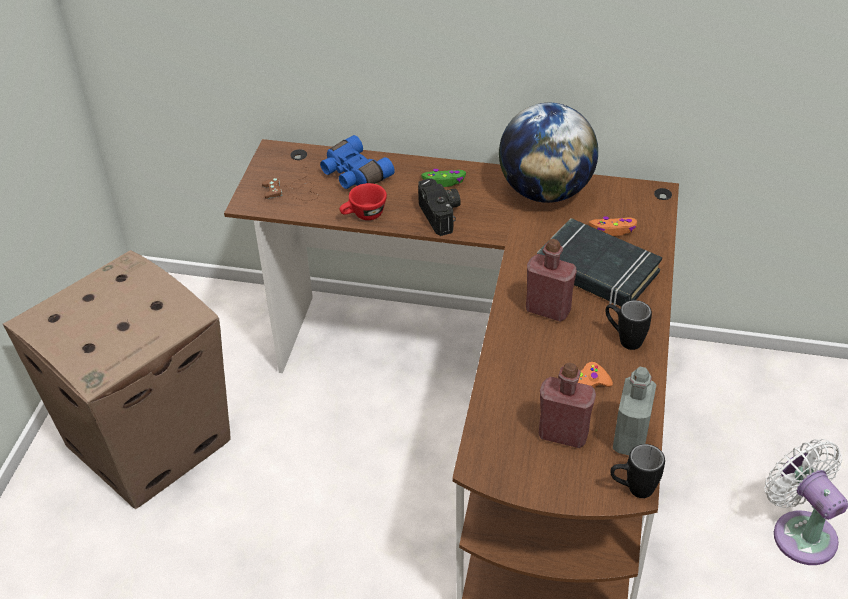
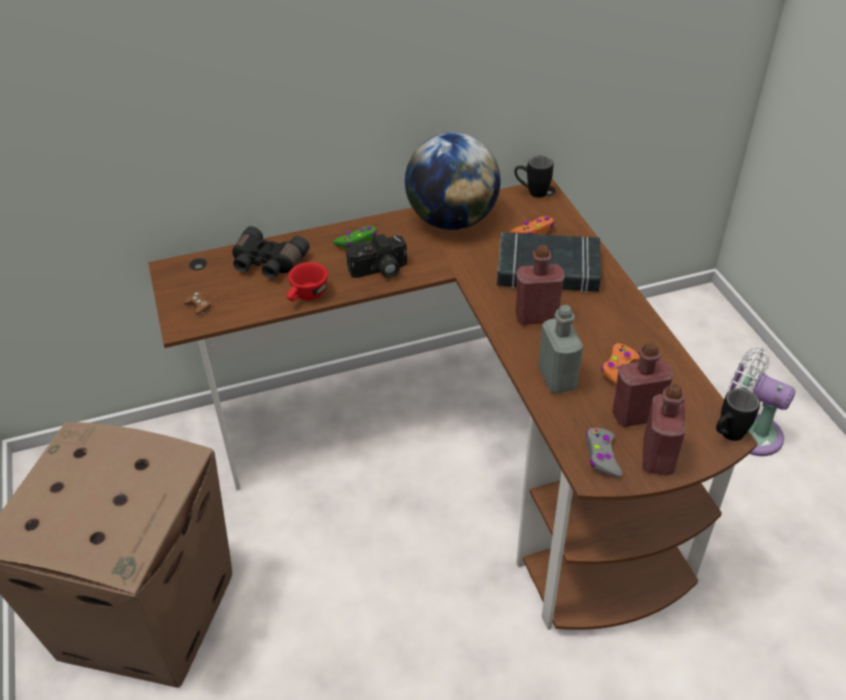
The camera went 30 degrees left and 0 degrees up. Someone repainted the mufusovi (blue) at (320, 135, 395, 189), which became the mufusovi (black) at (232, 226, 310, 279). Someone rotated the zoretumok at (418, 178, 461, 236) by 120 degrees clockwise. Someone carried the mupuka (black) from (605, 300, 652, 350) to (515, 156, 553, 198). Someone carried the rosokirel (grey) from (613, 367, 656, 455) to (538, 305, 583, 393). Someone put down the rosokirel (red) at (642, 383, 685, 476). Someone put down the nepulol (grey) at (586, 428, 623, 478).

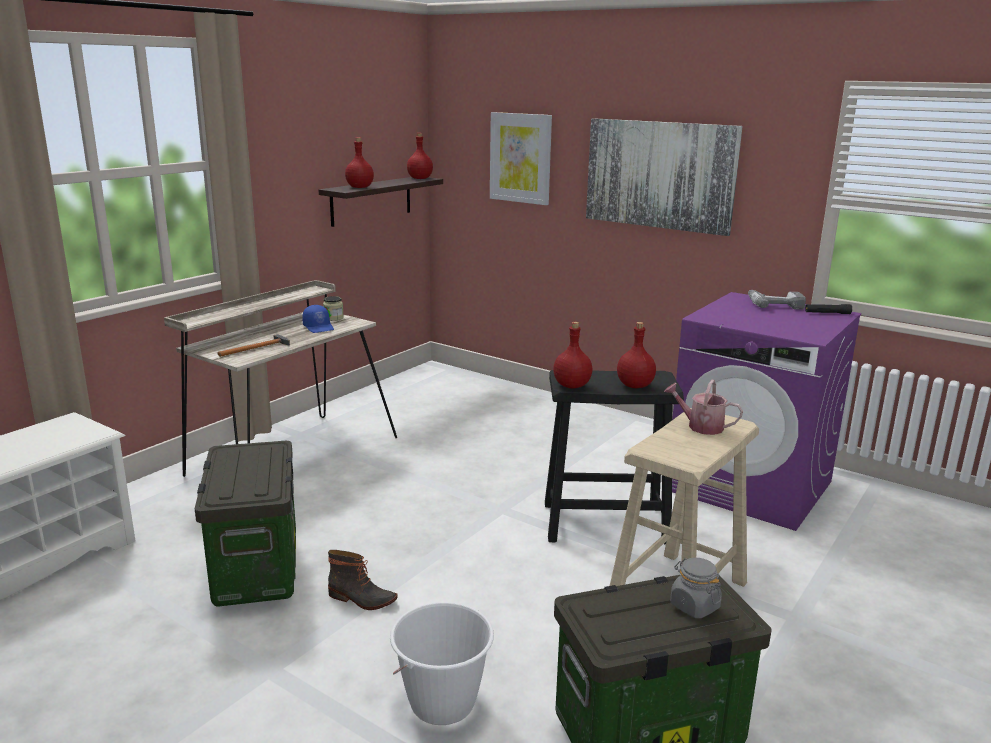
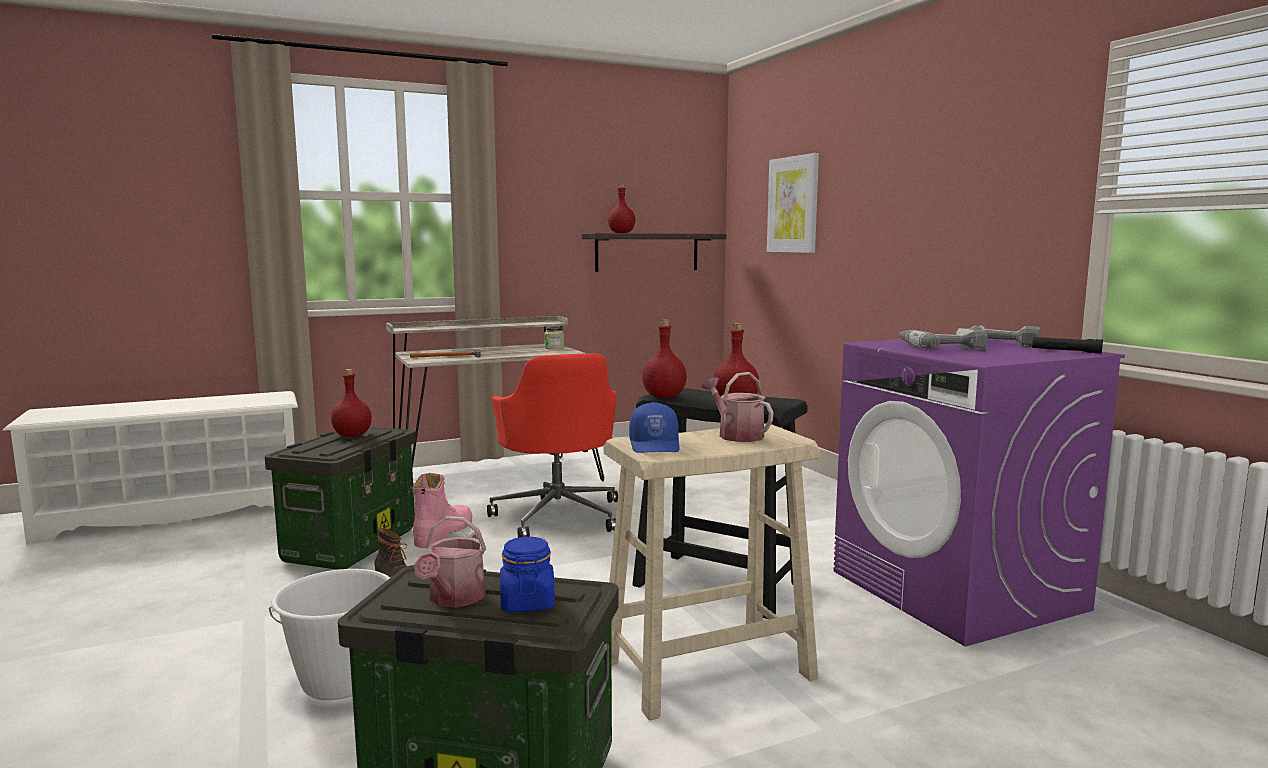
The camera went 30 degrees right and 10 degrees down. Someone took away the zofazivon at (586, 118, 743, 236). Someone carried the rosokirel (red) from (407, 133, 433, 179) to (331, 369, 372, 437). Someone carried the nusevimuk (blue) from (302, 305, 334, 333) to (629, 402, 680, 453). Someone repainted the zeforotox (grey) at (670, 558, 722, 619), which became the zeforotox (blue) at (500, 537, 555, 612). Someone put down the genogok at (900, 328, 988, 350). Someone put down the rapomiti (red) at (487, 353, 618, 538). Someone put down the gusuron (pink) at (412, 473, 472, 548). Someone put down the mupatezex at (414, 516, 486, 607).

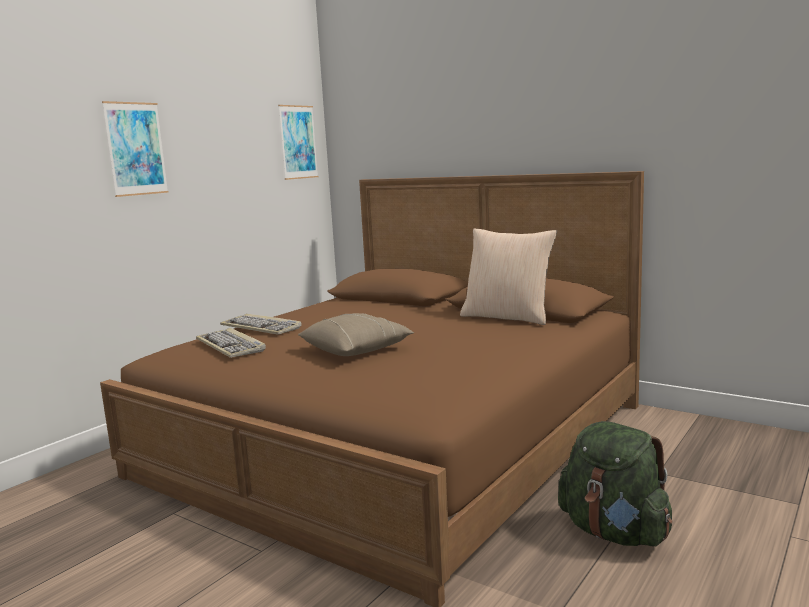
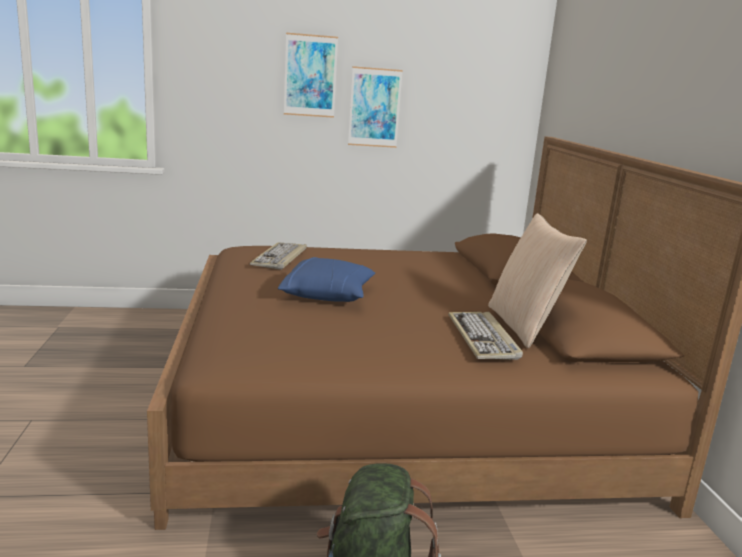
The camera went 45 degrees right and 5 degrees up. Someone carried the zofazivon from (278, 105, 318, 180) to (348, 66, 403, 148). Someone repainted the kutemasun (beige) at (298, 313, 414, 356), which became the kutemasun (blue) at (278, 257, 375, 302). Someone carried the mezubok from (220, 314, 302, 335) to (448, 312, 523, 360).

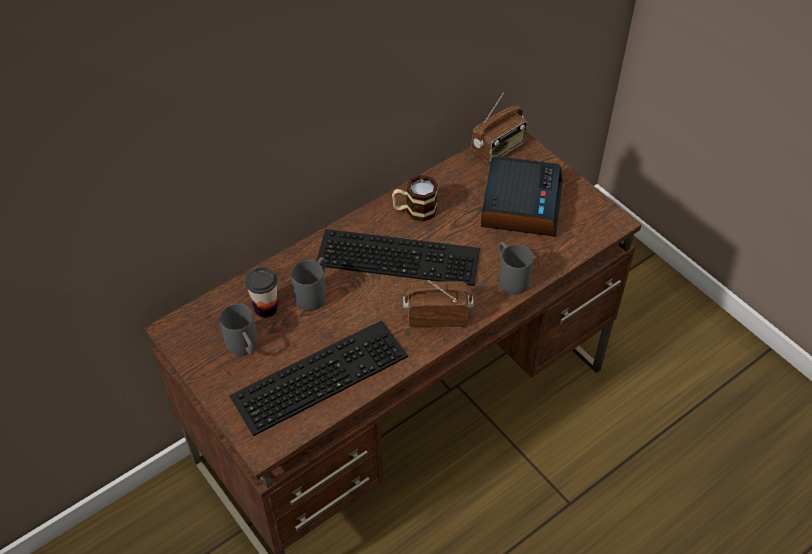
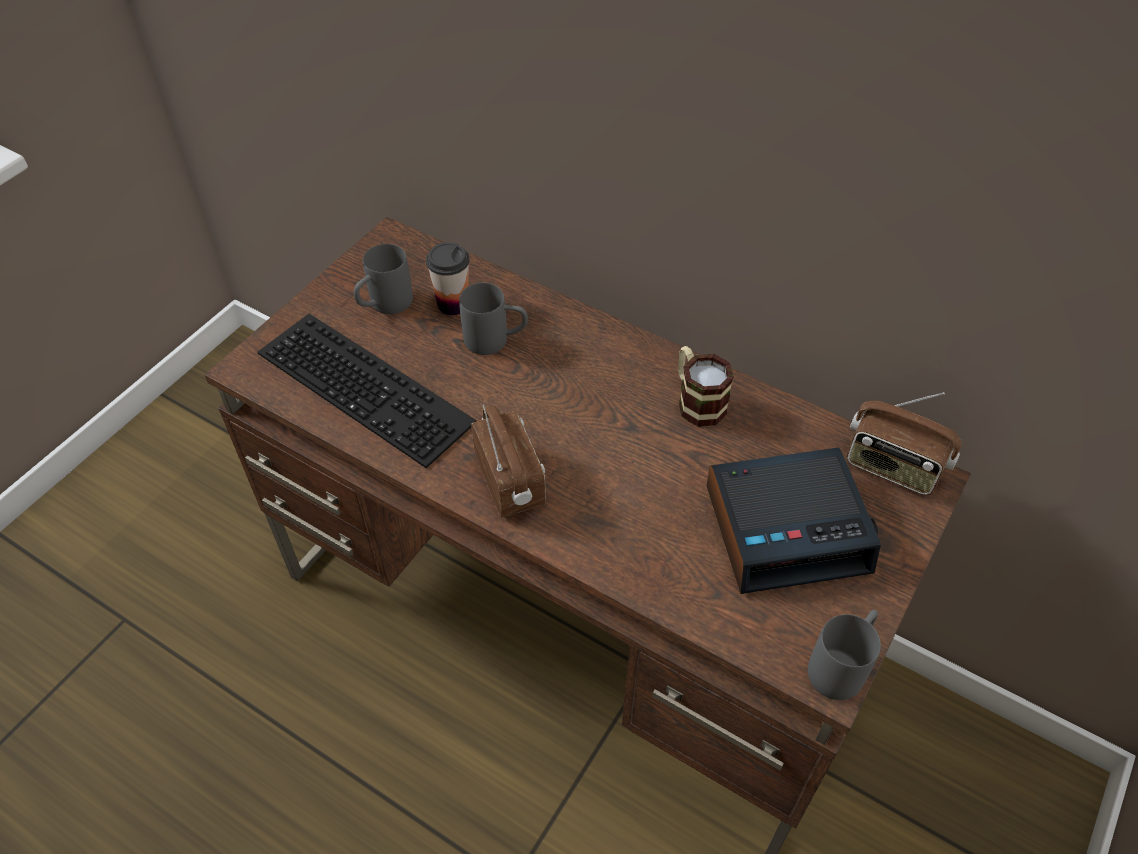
The camera went 70 degrees right and 0 degrees up. Someone took away the mezubok at (316, 229, 480, 286). Someone carried the mupuka (grey) from (498, 241, 534, 294) to (808, 610, 881, 700).

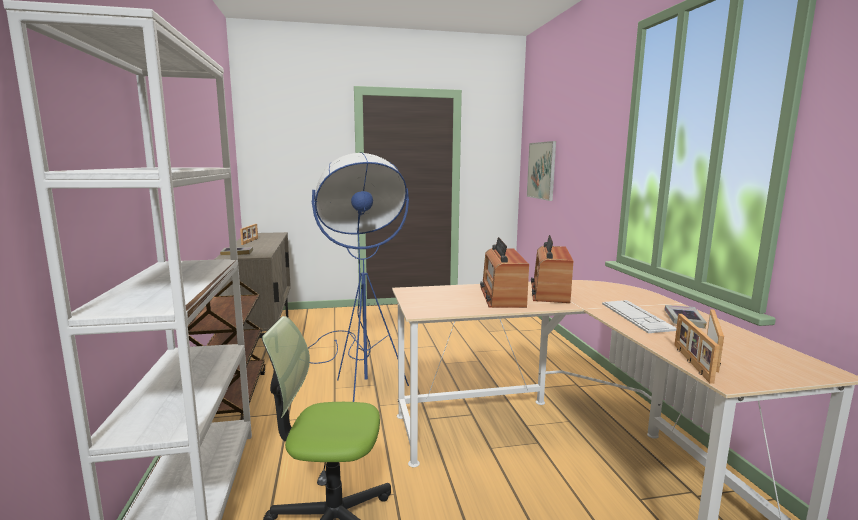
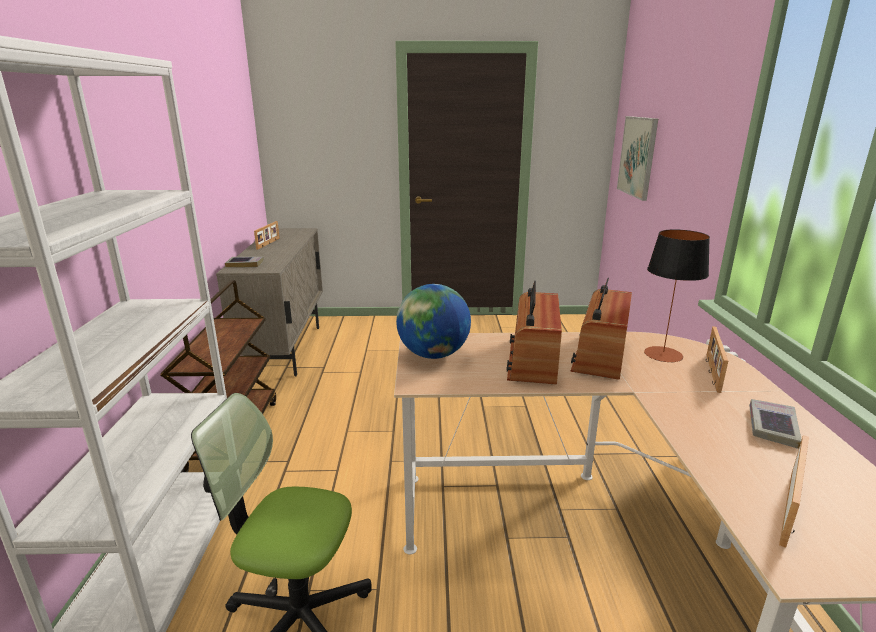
The camera went 10 degrees right and 10 degrees up. Someone took away the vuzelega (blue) at (308, 152, 409, 402). Someone took away the mezubok at (602, 300, 676, 333). Someone carried the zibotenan from (674, 314, 720, 384) to (707, 326, 728, 393). Someone put down the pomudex at (644, 229, 710, 362). Someone put down the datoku at (396, 284, 471, 359).

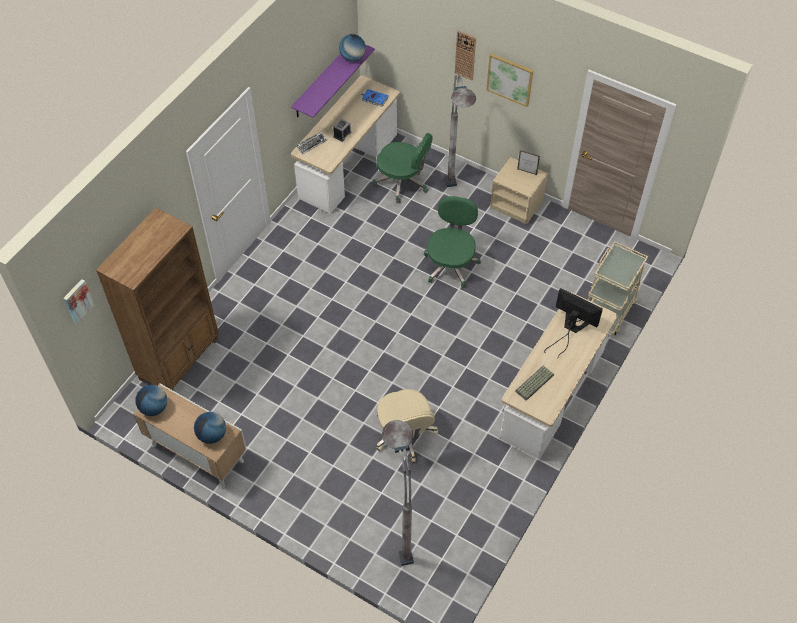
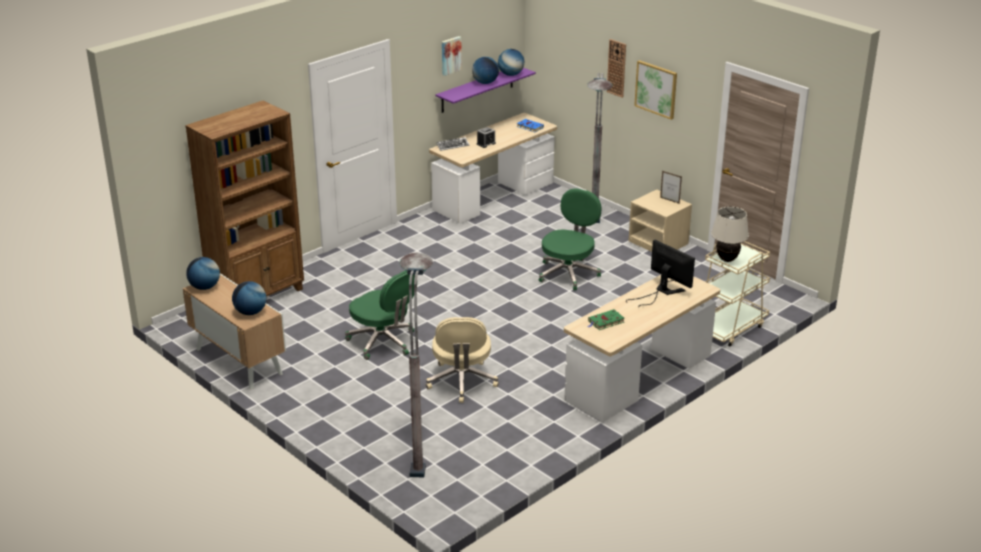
The camera went 15 degrees right and 25 degrees down. Someone carried the rapomiti (green) from (372, 133, 433, 203) to (345, 270, 415, 360). Someone carried the zofazivon from (63, 279, 95, 324) to (442, 36, 462, 76). Someone swapped the mezubok at (515, 366, 554, 401) for the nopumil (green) at (588, 309, 624, 330). Someone put down the datoku at (472, 57, 499, 84). Someone put down the pomudex (beige) at (711, 206, 749, 262).

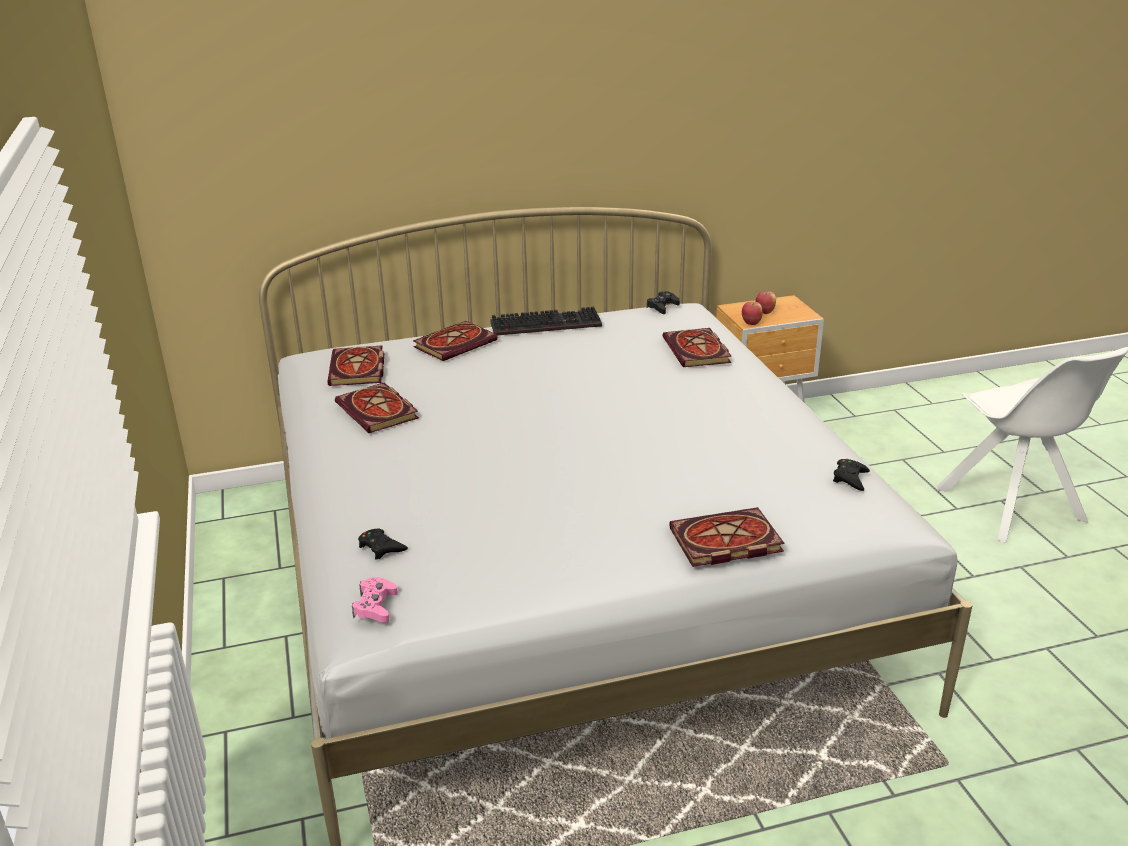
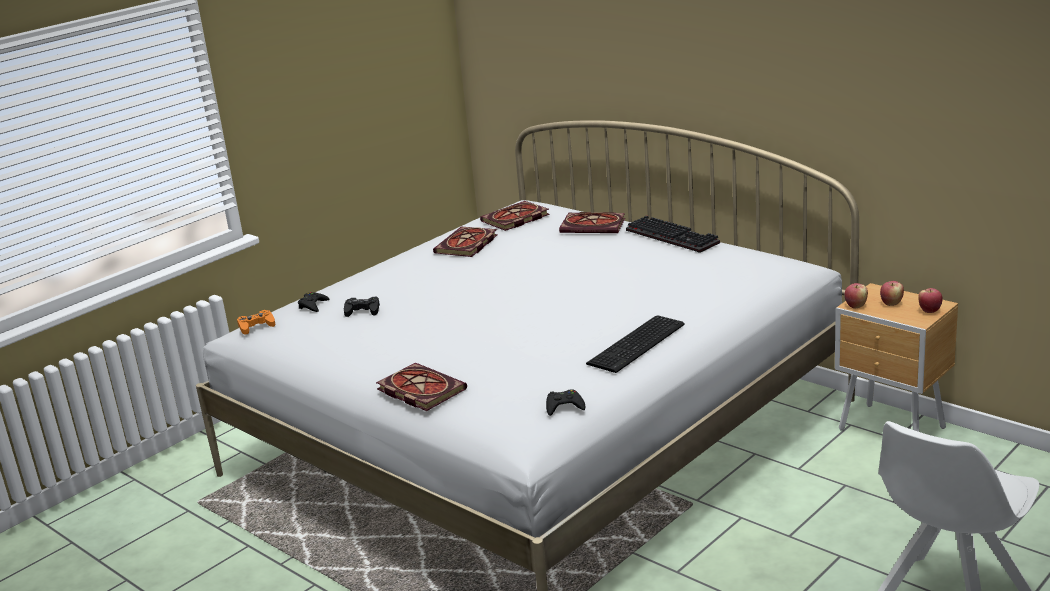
The camera went 60 degrees right and 5 degrees down. Someone carried the nepulol (black) from (646, 291, 680, 314) to (344, 297, 380, 317). Someone took away the nopumil at (662, 328, 732, 367). Someone repainted the nepulol (pink) at (352, 577, 398, 623), which became the nepulol (orange) at (237, 310, 275, 335). Someone put down the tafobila at (918, 288, 942, 313). Someone put down the mezubok at (586, 315, 685, 373).

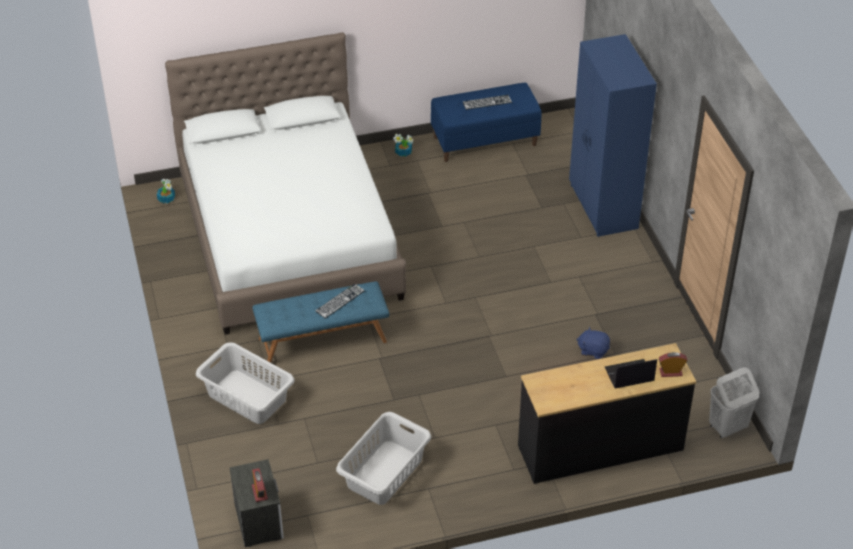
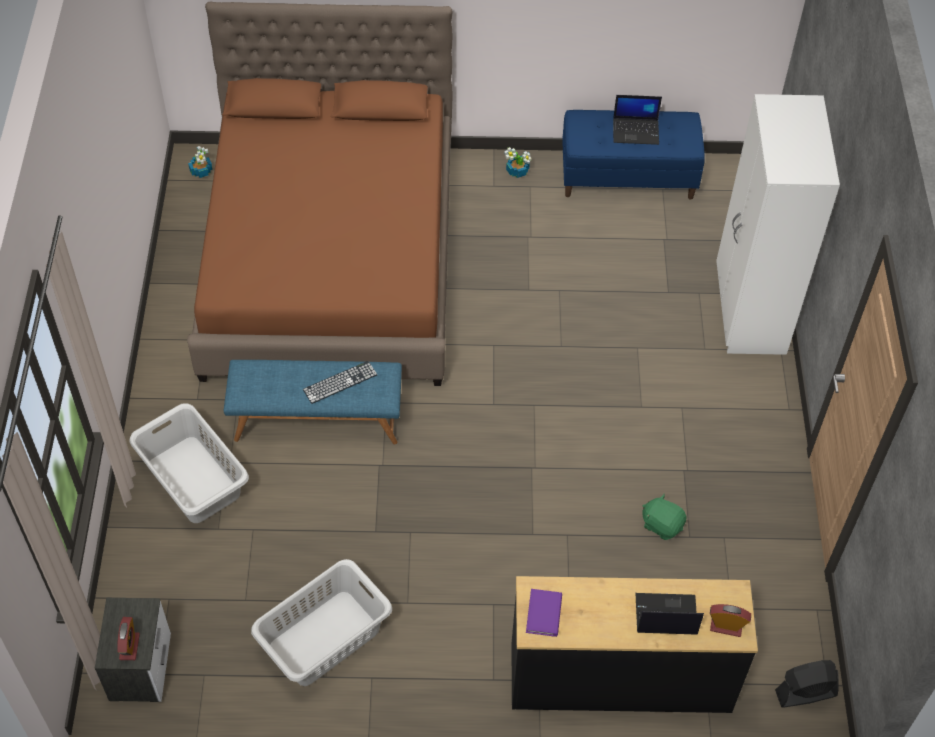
The camera went 15 degrees right and 10 degrees up. Someone repainted the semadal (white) at (165, 32, 406, 335), which became the semadal (brown) at (187, 1, 452, 386). Someone repainted the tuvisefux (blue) at (569, 34, 657, 237), which became the tuvisefux (white) at (716, 94, 840, 355). Someone swapped the mezubok at (462, 95, 512, 110) for the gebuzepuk at (613, 95, 662, 145). Someone repainted the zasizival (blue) at (576, 327, 610, 359), which became the zasizival (green) at (642, 494, 686, 540). Someone swapped the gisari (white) at (709, 367, 759, 438) for the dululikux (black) at (775, 660, 839, 708). Someone put down the nopumil (purple) at (526, 589, 562, 637).

